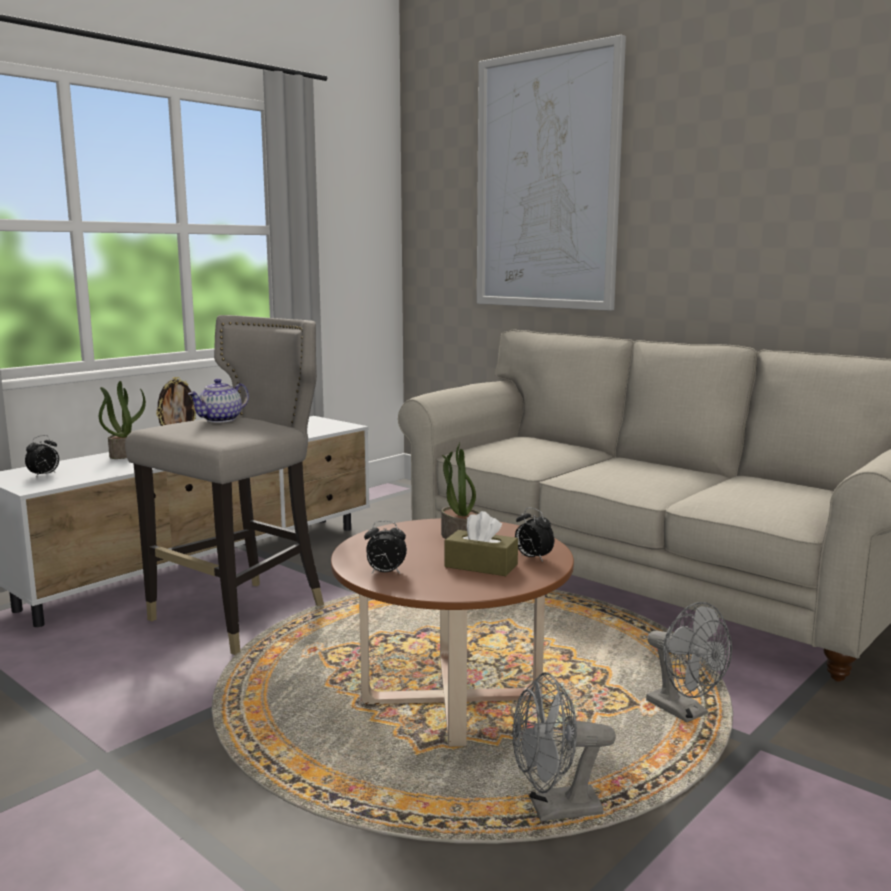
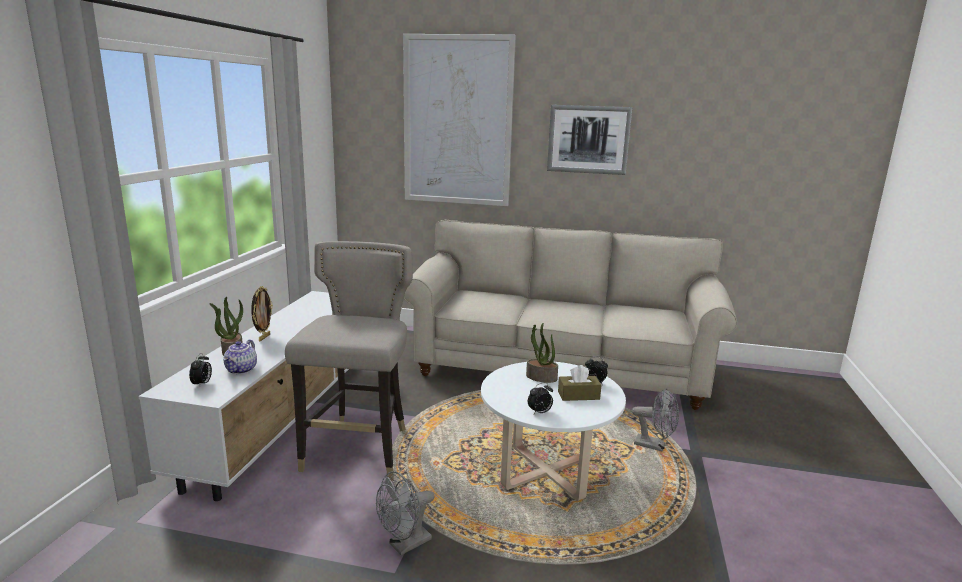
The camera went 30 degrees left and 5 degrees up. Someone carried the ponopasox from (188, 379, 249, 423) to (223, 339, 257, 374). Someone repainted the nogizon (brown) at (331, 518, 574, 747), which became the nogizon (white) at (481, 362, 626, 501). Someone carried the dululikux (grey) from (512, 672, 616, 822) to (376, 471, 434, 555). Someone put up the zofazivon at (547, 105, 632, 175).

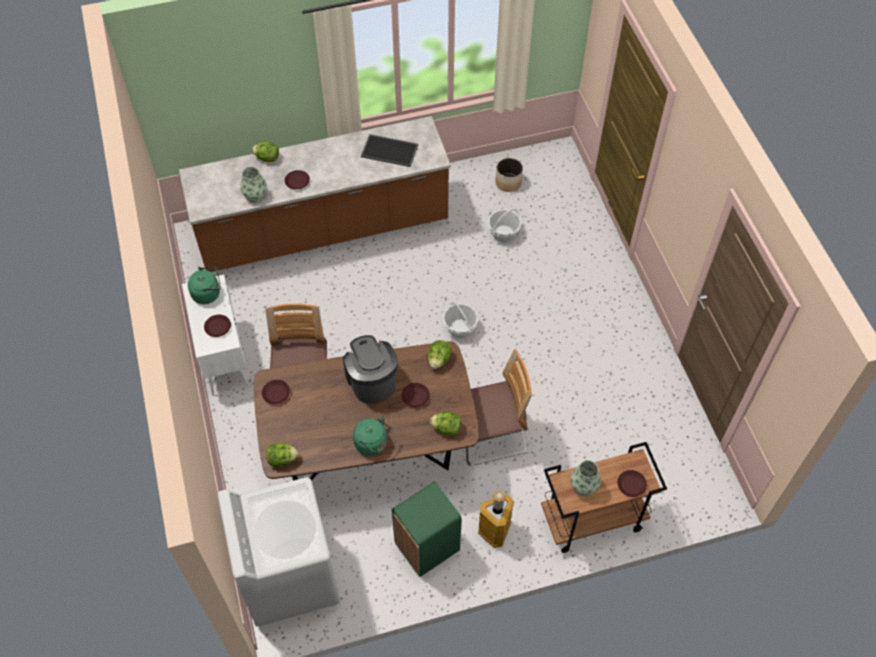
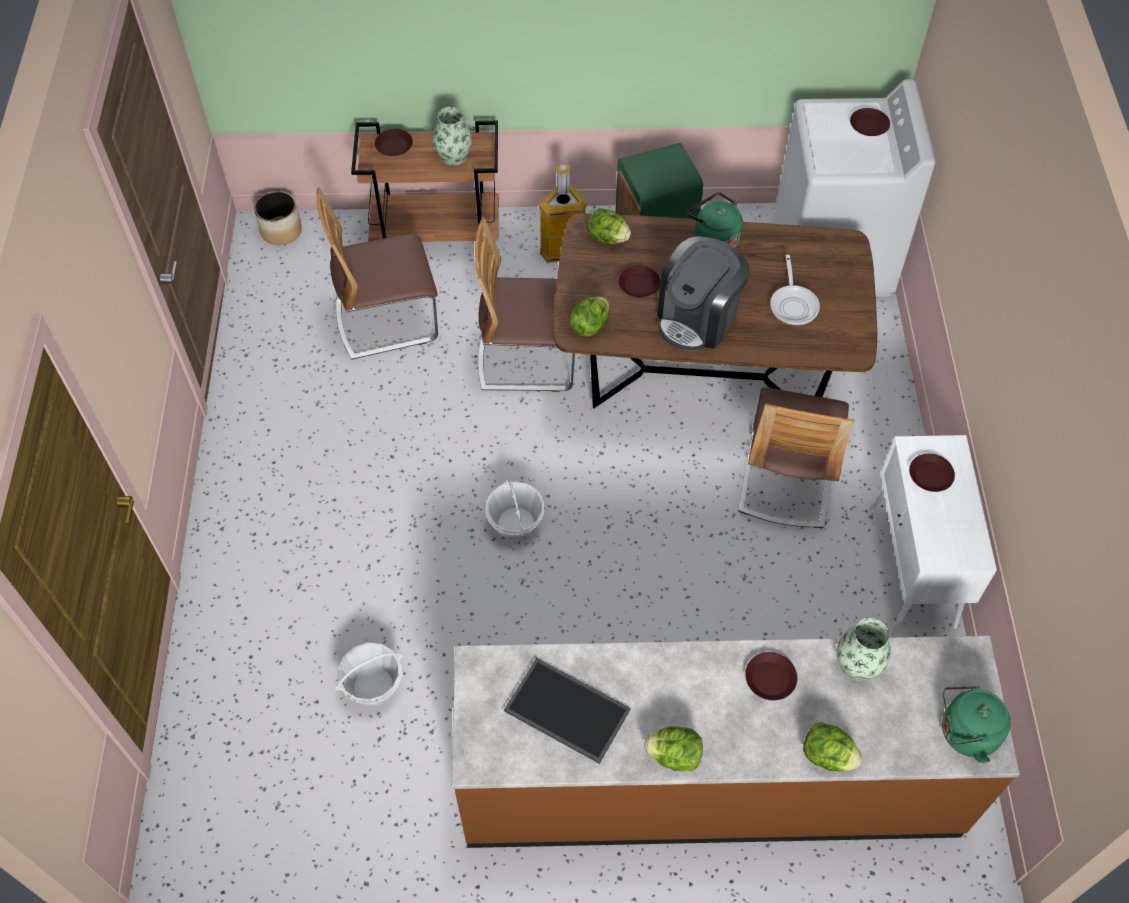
The camera went 165 degrees left and 0 degrees up. Someone carried the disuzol from (495, 158, 523, 192) to (254, 191, 302, 245). Someone carried the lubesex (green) from (188, 266, 221, 304) to (942, 686, 1010, 763). Someone rotated the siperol at (343, 335, 398, 404) by 45 degrees clockwise. Someone carried the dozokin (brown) from (262, 380, 290, 404) to (850, 108, 890, 136). Someone carried the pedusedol from (266, 443, 298, 467) to (644, 726, 703, 771). Someone put down the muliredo at (316, 188, 438, 360). Someone put down the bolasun at (770, 255, 820, 325).

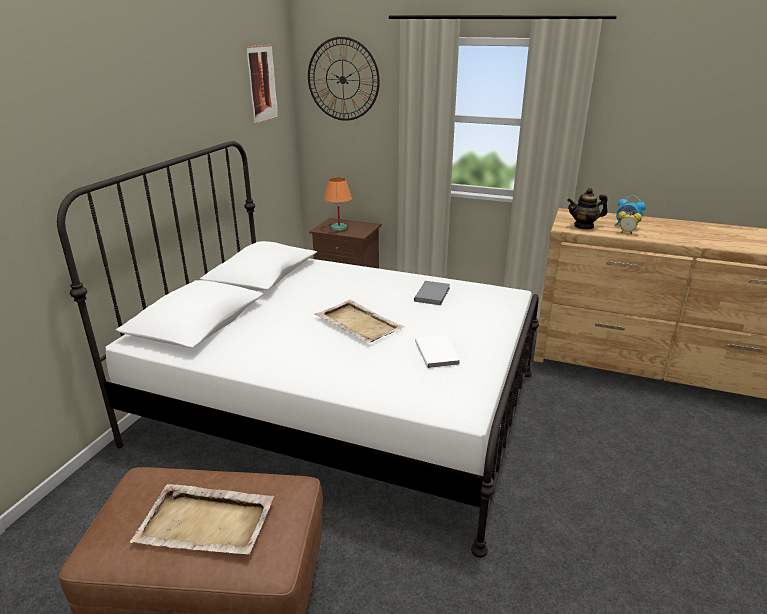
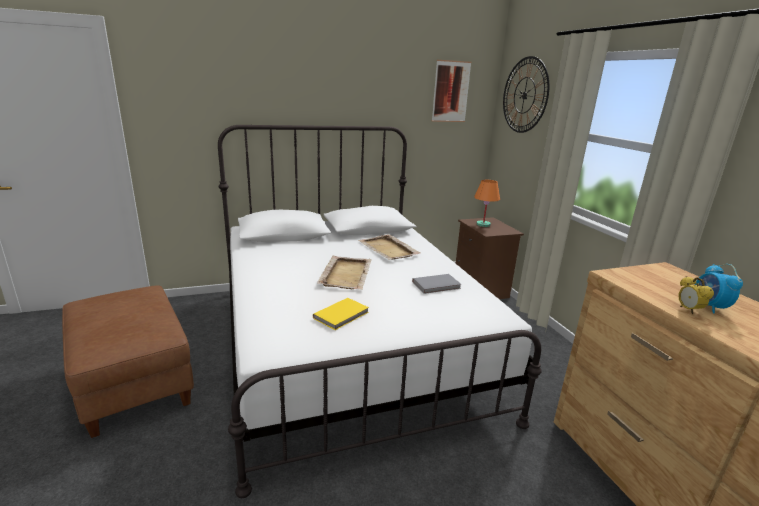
The camera went 50 degrees right and 5 degrees down. Someone took away the ponopasox at (567, 188, 608, 230). Someone repainted the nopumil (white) at (415, 335, 460, 369), which became the nopumil (yellow) at (313, 298, 369, 330). Someone carried the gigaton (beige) from (130, 484, 274, 555) to (358, 234, 420, 260).

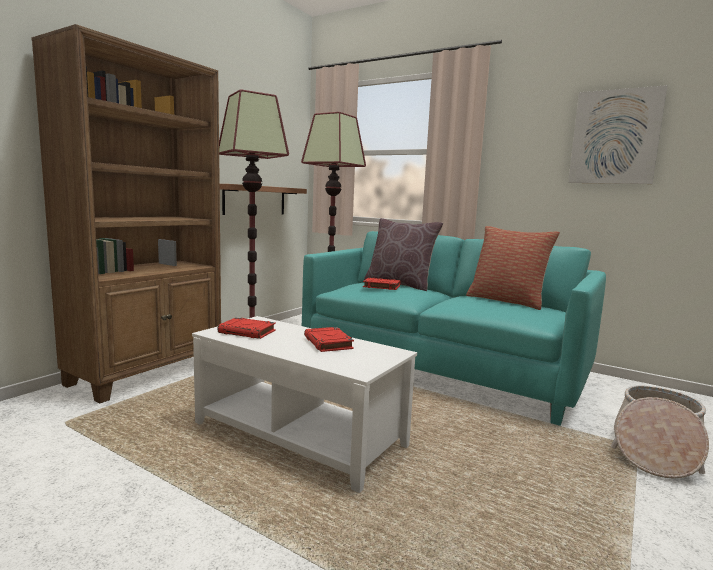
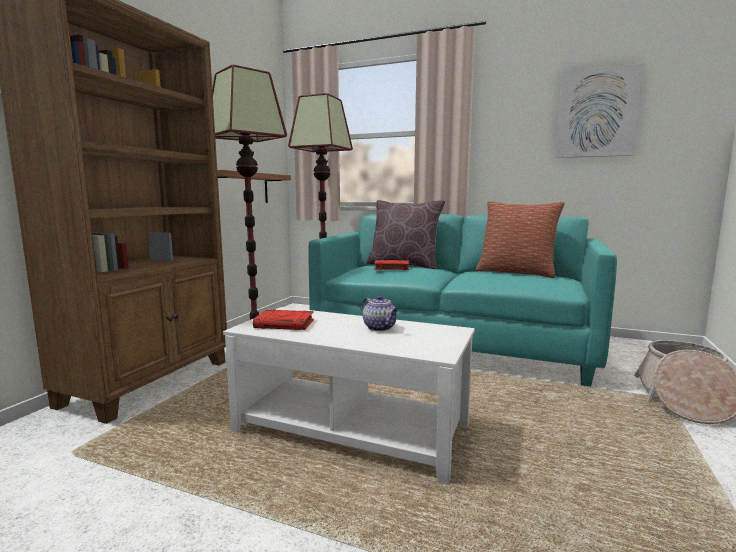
The camera went 10 degrees left and 0 degrees up. Someone swapped the nopumil (red) at (304, 327, 354, 352) for the ponopasox at (362, 295, 399, 331).

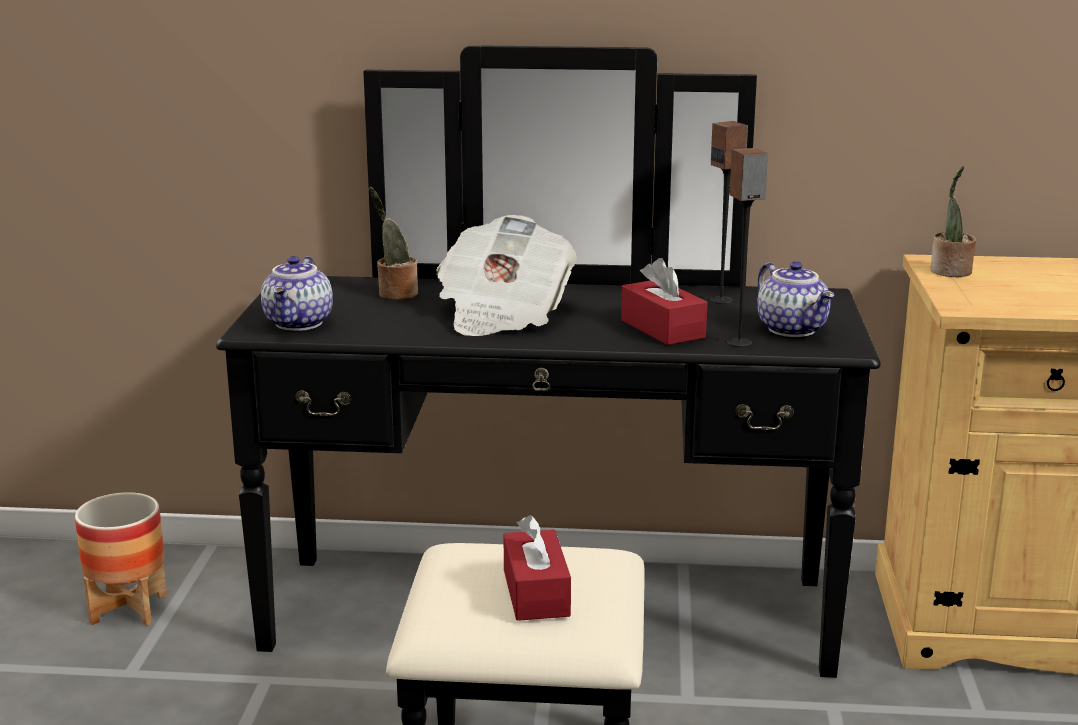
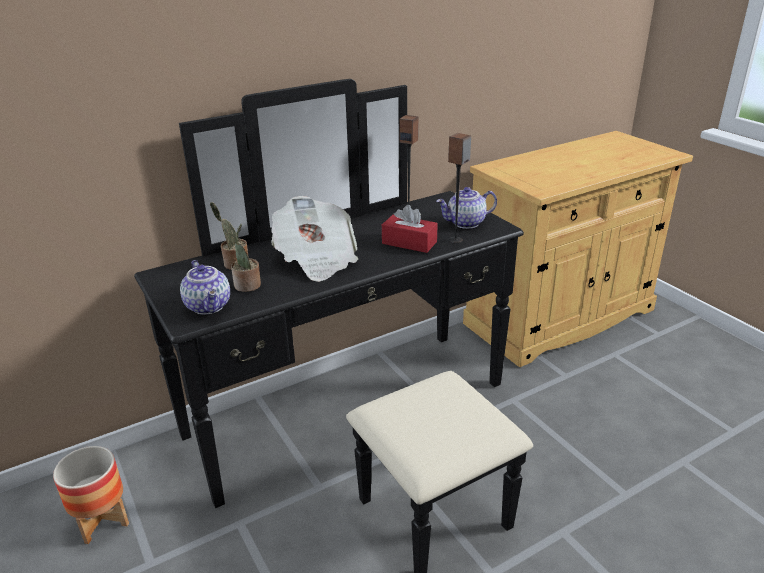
The camera went 35 degrees left and 10 degrees up. Someone carried the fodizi from (931, 165, 976, 277) to (231, 224, 261, 292). Someone rotated the ponopasox at (757, 261, 834, 337) by 135 degrees clockwise. Someone took away the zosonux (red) at (503, 515, 571, 621).

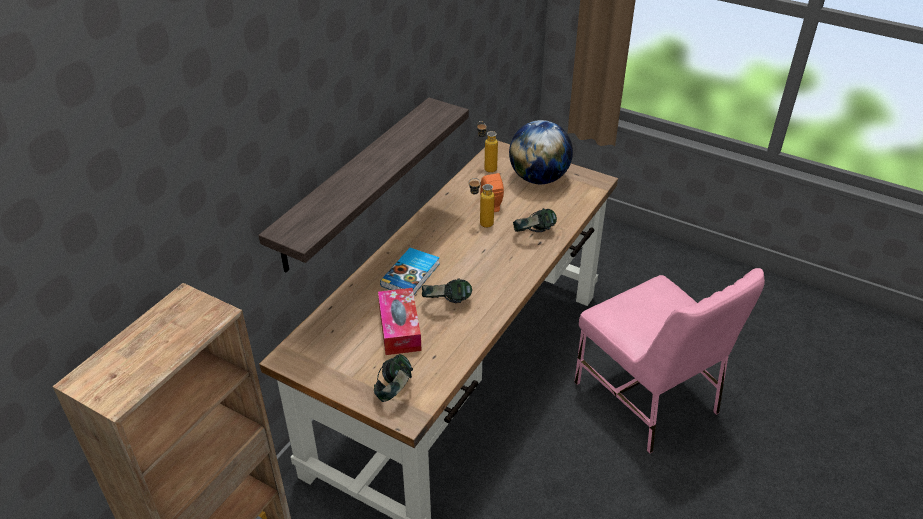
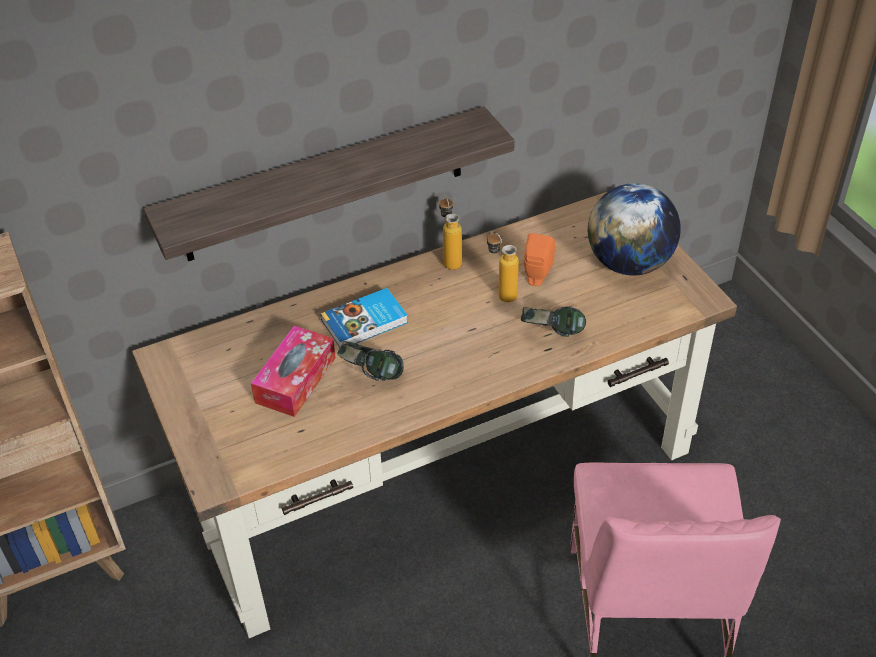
The camera went 35 degrees right and 5 degrees up. Someone carried the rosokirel from (477, 121, 498, 173) to (439, 195, 462, 270). Someone took away the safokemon at (374, 354, 413, 402).

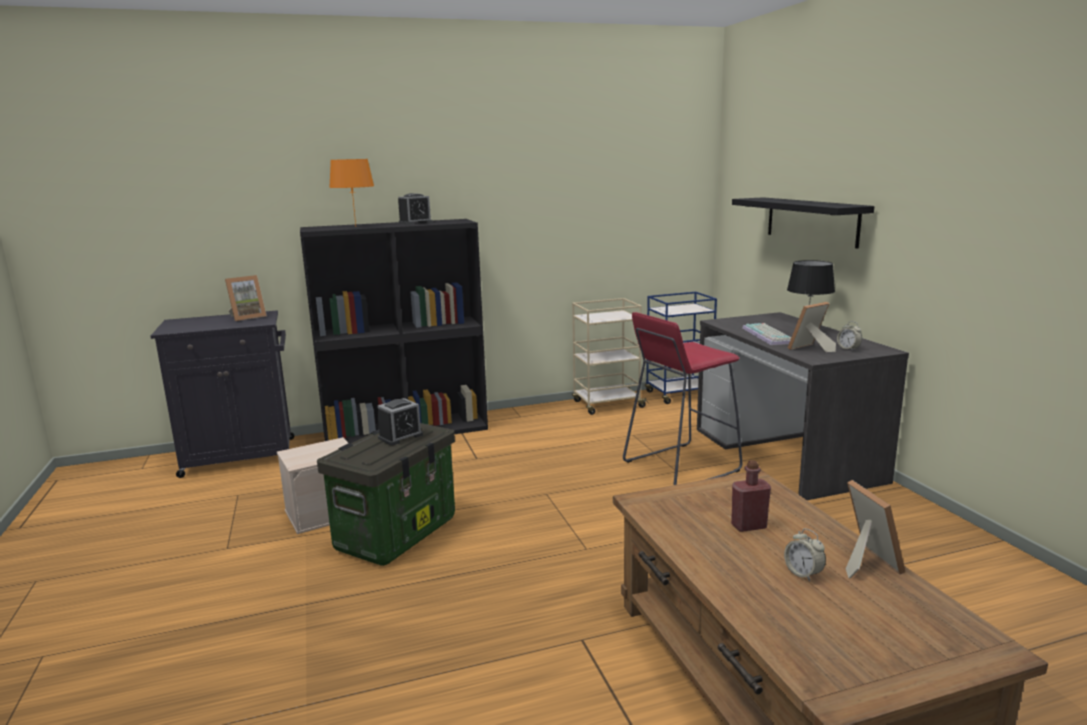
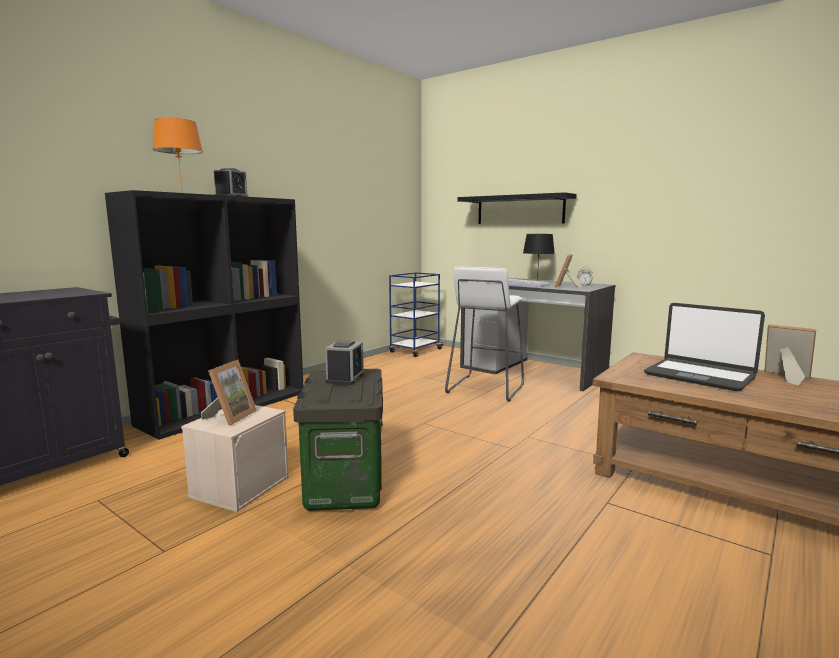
The camera went 35 degrees left and 5 degrees down. Someone carried the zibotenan from (225, 275, 267, 321) to (201, 360, 257, 426). Someone took away the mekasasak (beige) at (572, 298, 648, 415). Someone repainted the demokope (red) at (623, 312, 742, 485), which became the demokope (white) at (445, 267, 524, 402). Someone swapped the rosokirel (red) at (731, 460, 771, 532) for the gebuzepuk at (644, 303, 765, 391). Someone took away the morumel at (784, 528, 826, 582).

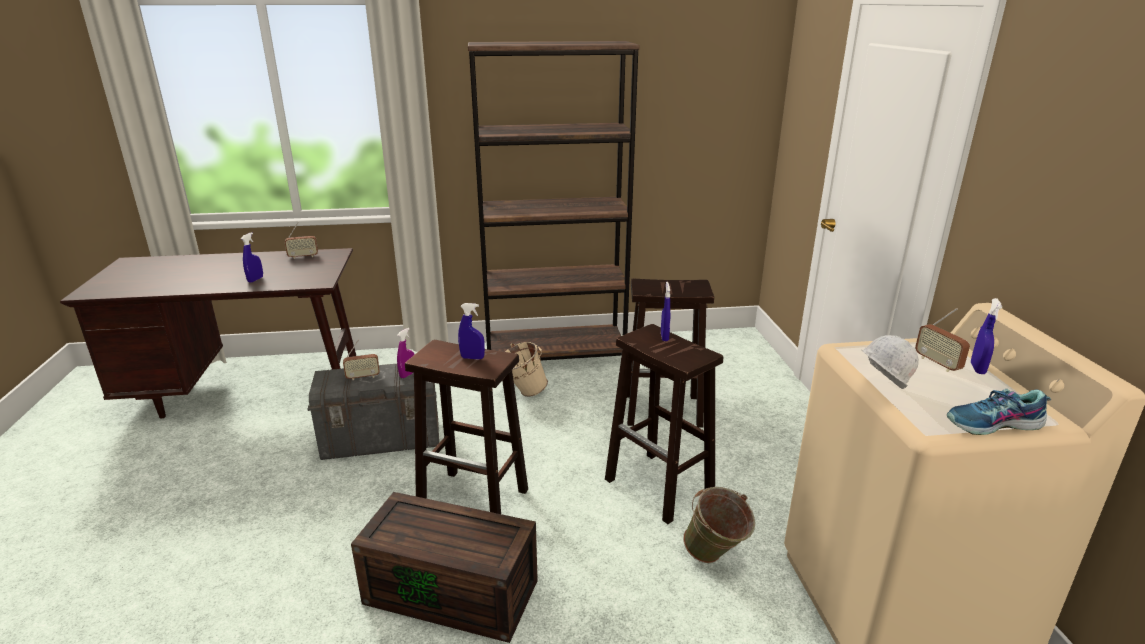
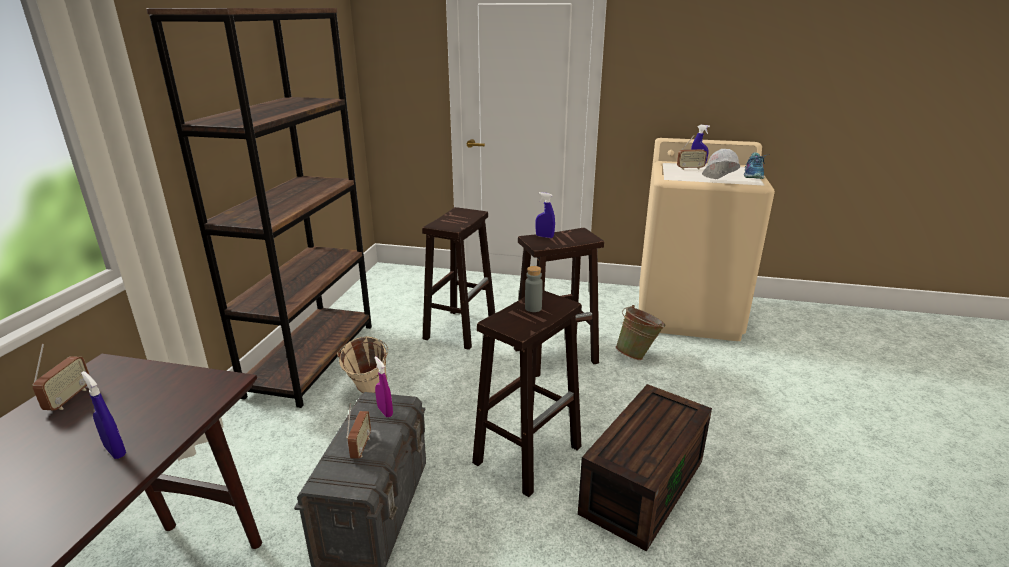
The camera went 70 degrees left and 0 degrees up. Someone swapped the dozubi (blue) at (458, 303, 485, 360) for the rosokirel (grey) at (525, 266, 543, 312).

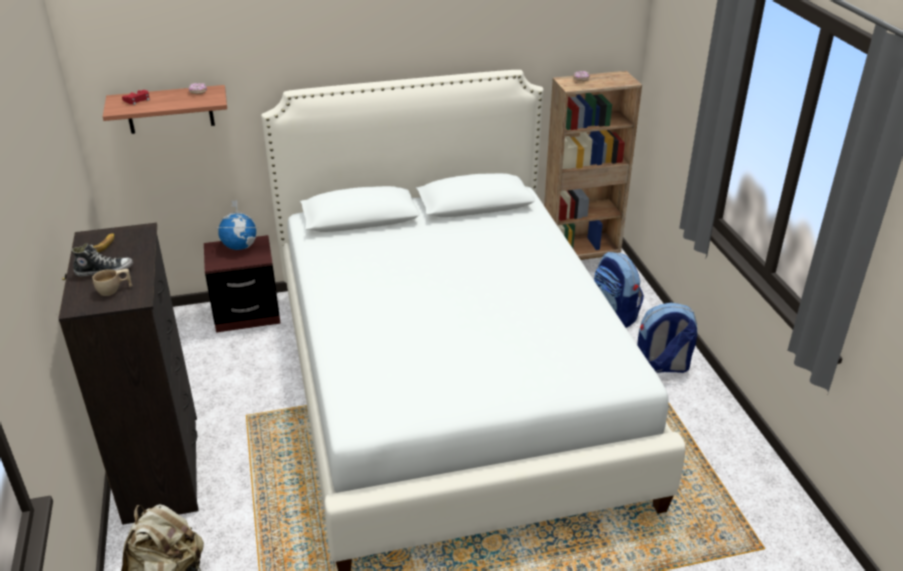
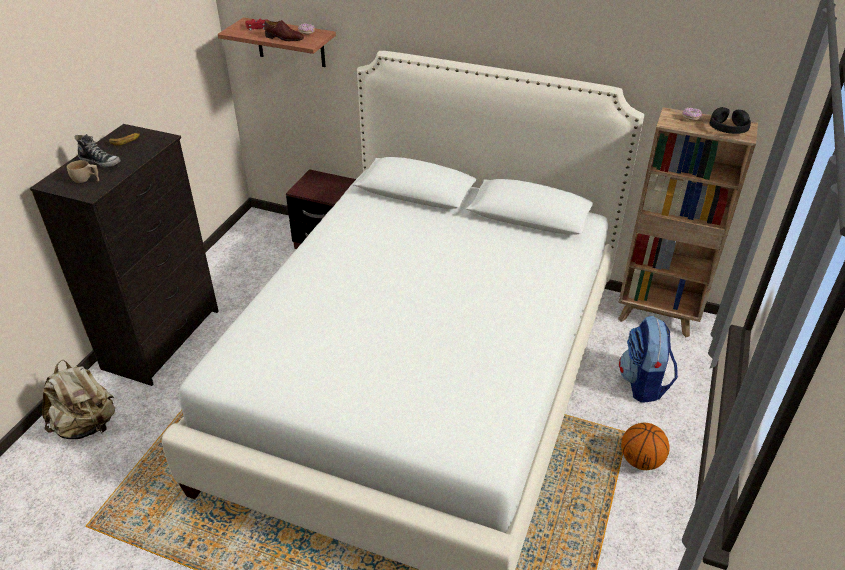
The camera went 35 degrees right and 5 degrees up. Someone took away the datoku at (216, 200, 258, 250). Someone swapped the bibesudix at (637, 302, 697, 373) for the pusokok at (621, 423, 670, 470). Someone put down the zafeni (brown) at (264, 20, 304, 41). Someone put down the safokemon (black) at (710, 107, 751, 134).

